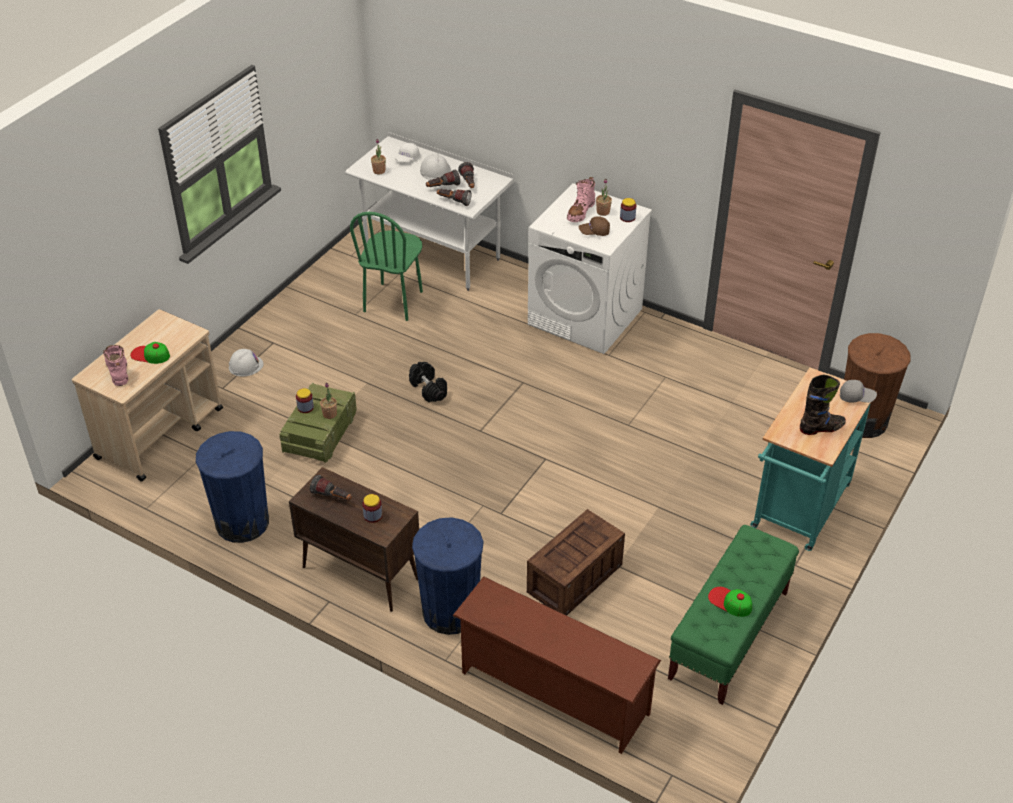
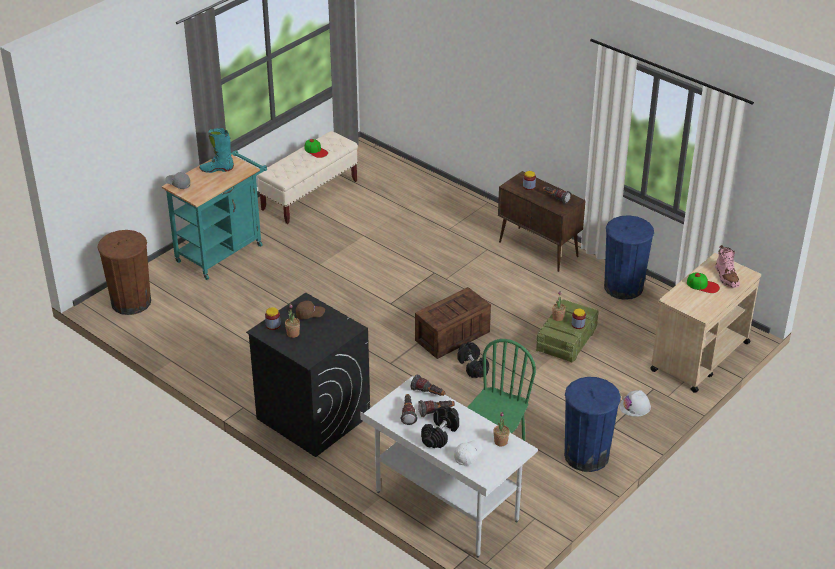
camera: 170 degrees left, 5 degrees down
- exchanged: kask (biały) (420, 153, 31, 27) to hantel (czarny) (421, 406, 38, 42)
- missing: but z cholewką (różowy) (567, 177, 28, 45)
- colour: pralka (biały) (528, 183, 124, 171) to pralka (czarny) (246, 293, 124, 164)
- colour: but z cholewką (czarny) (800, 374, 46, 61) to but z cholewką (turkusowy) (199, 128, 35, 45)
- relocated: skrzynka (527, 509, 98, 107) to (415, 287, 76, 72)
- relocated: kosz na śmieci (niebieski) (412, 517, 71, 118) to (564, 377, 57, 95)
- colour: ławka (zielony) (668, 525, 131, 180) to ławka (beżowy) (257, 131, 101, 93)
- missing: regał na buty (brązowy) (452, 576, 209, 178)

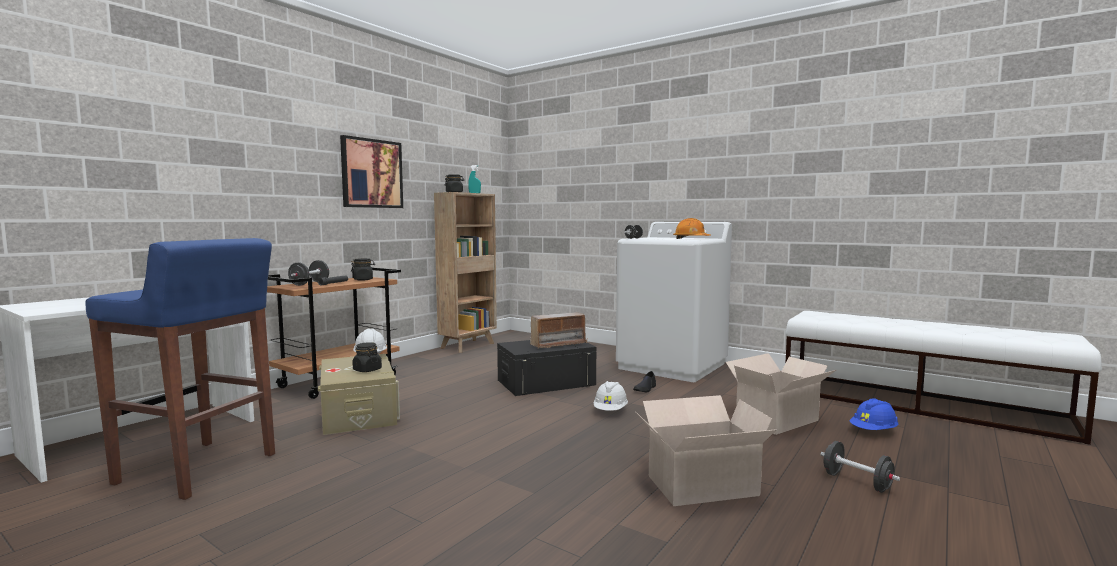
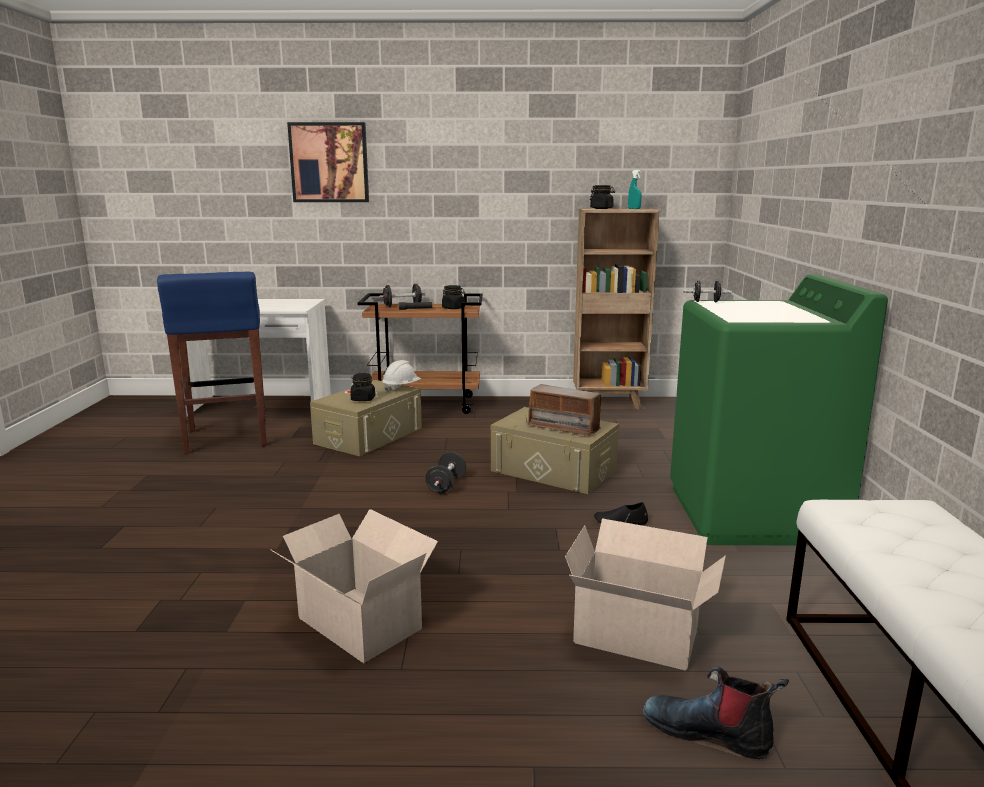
camera: 55 degrees right, 10 degrees up
- relocated: obraz (340, 135, 63, 73) to (287, 122, 82, 80)
- missing: kask (pomarańczowy) (673, 218, 38, 21)
- colour: pralka (biały) (616, 222, 116, 160) to pralka (zielony) (670, 274, 218, 272)
- colour: pojemnik do przechowywania (czarny) (497, 340, 99, 56) to pojemnik do przechowywania (beżowy) (491, 407, 128, 87)
- missing: kask (biały) (594, 381, 34, 30)
- exchanged: kask (niebieski) (849, 398, 49, 32) to but z cholewką (643, 667, 146, 92)
- relocated: hantel (czarny) (820, 441, 80, 52) to (425, 452, 41, 42)

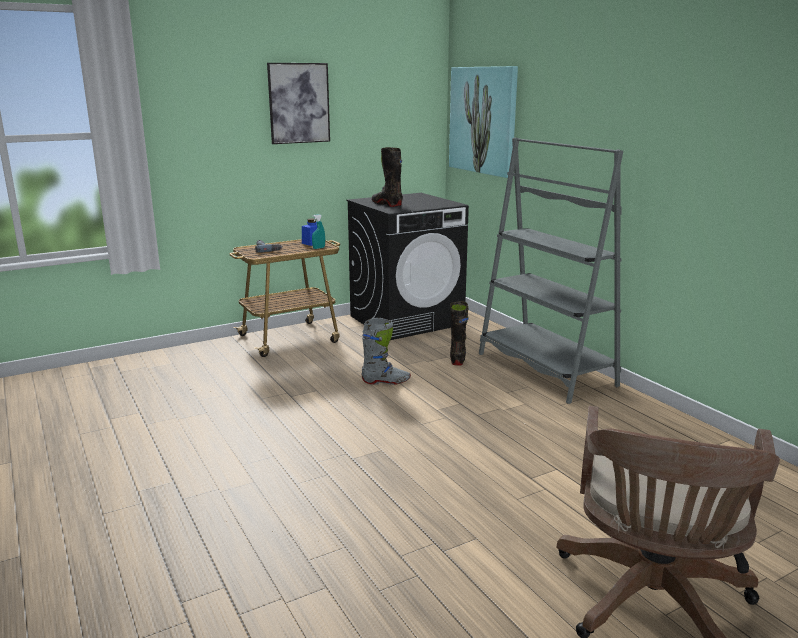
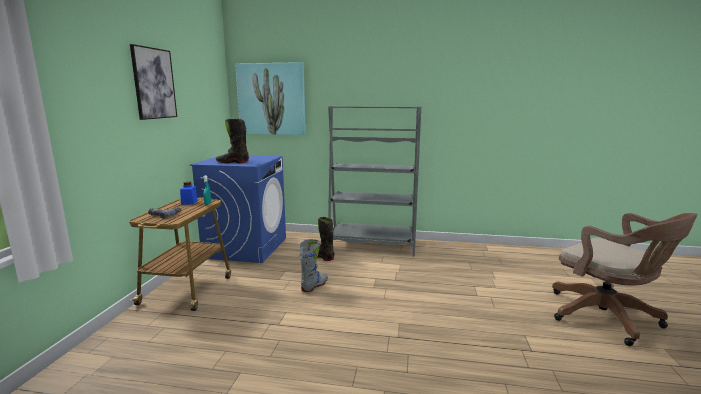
camera: 50 degrees left, 5 degrees down
- colour: pralka (czarny) (346, 193, 123, 147) to pralka (niebieski) (190, 155, 96, 108)

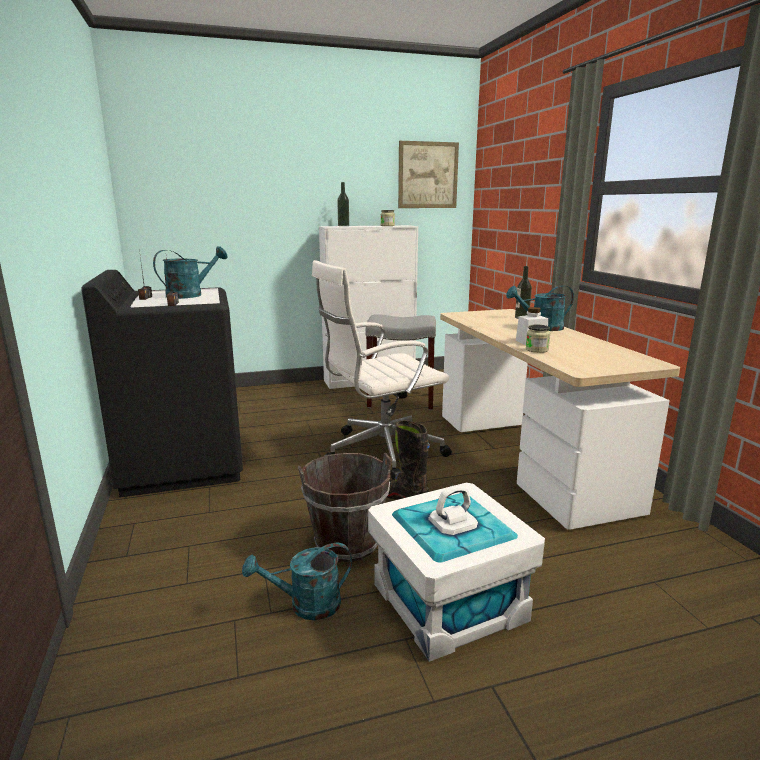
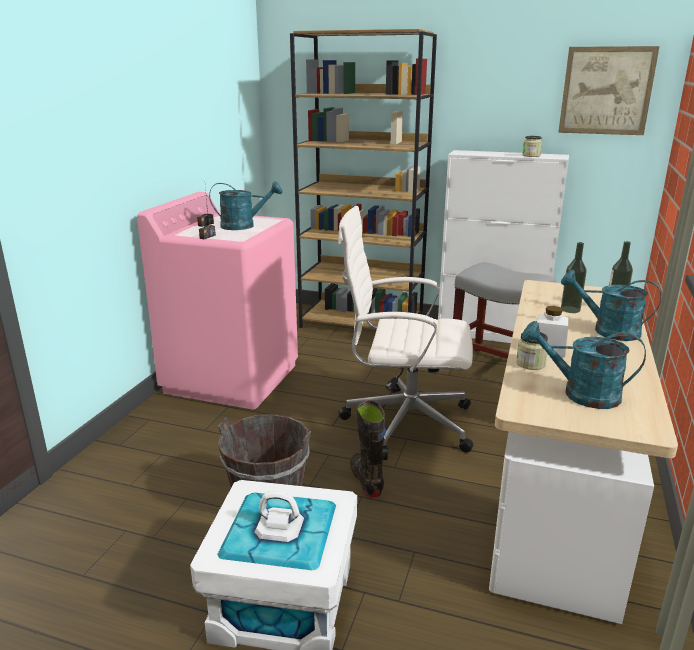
camera: 35 degrees right, 5 degrees up
- relocated: butelka (337, 182, 12, 44) to (561, 242, 26, 71)
- colour: pralka (czarny) (81, 270, 162, 227) to pralka (różowy) (137, 192, 161, 217)
- relocated: konewka (turkusowy) (242, 543, 110, 77) to (522, 321, 124, 88)
- appeared: regał (brązowy) (290, 29, 147, 300)

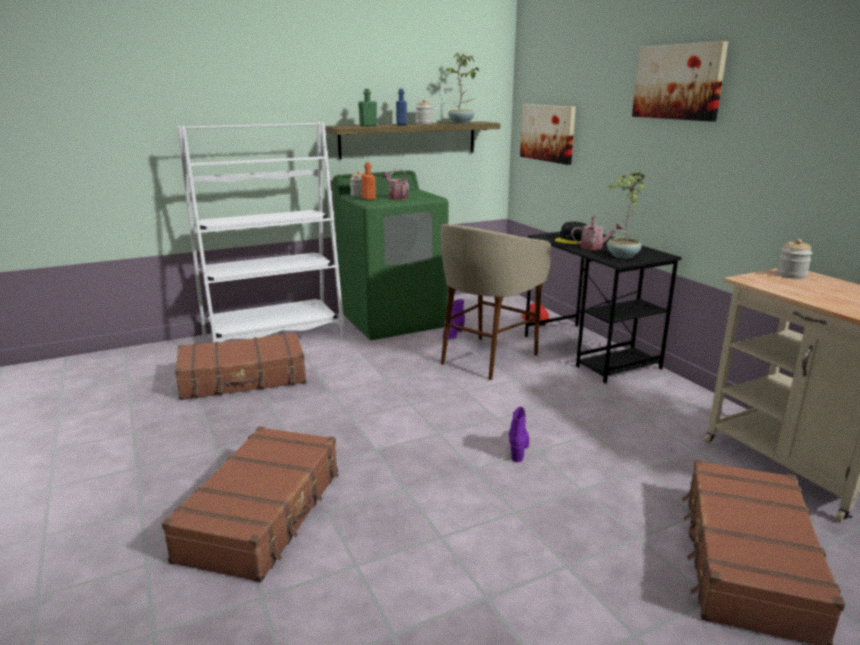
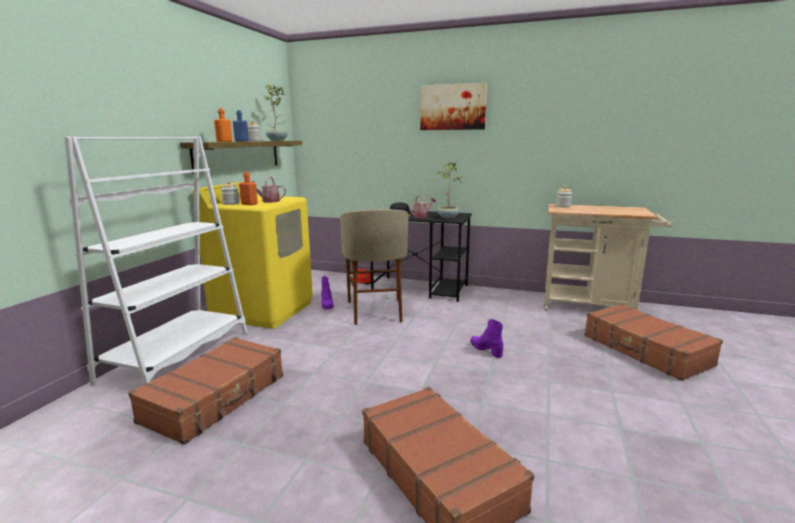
camera: 45 degrees left, 5 degrees down
- colour: butelka (zielony) (358, 89, 19, 38) to butelka (pomarańczowy) (214, 108, 18, 34)
- missing: obraz (520, 104, 56, 61)
- colour: pralka (zielony) (333, 170, 116, 170) to pralka (żółty) (193, 181, 120, 148)

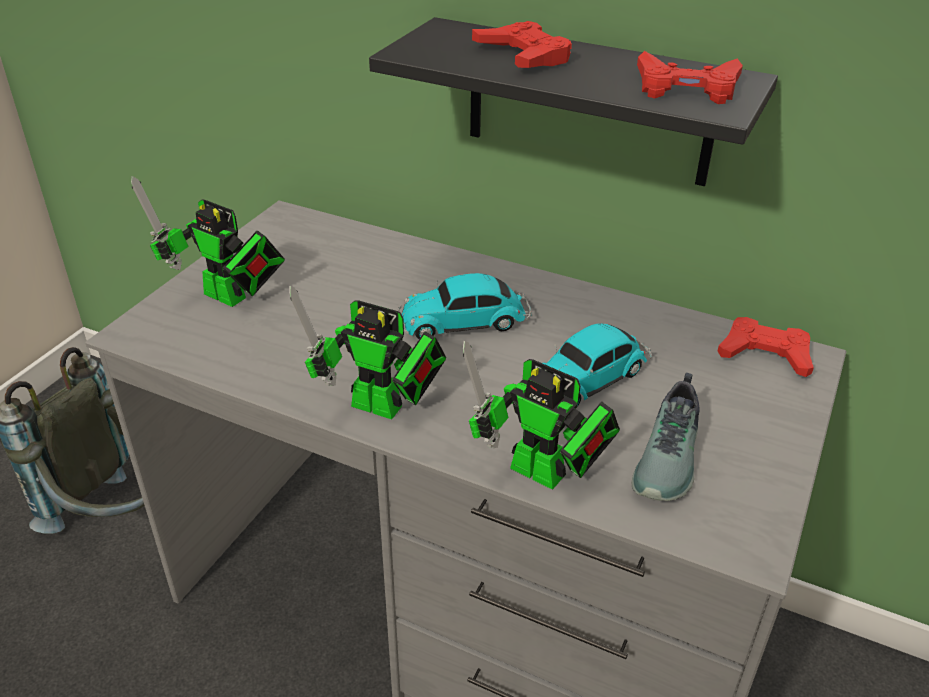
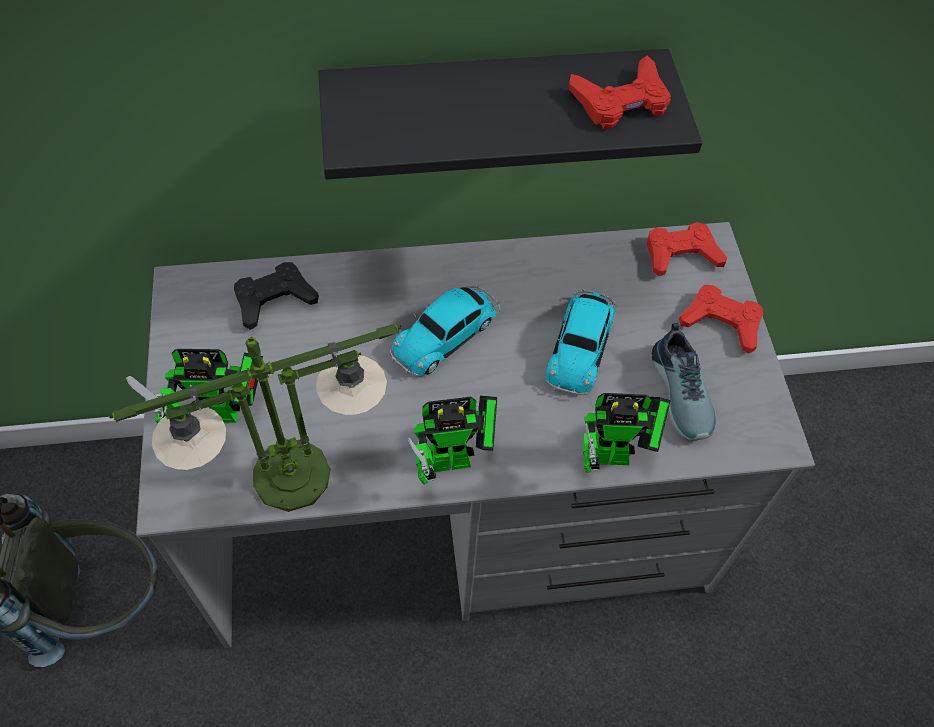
camera: 35 degrees left, 20 degrees up
- relocated: pad do gier (czerwony) (472, 21, 100, 47) to (679, 285, 84, 69)
- appeared: pad do gier (czarny) (234, 262, 85, 68)
- appeared: lampa stołowa (109, 324, 292, 188)

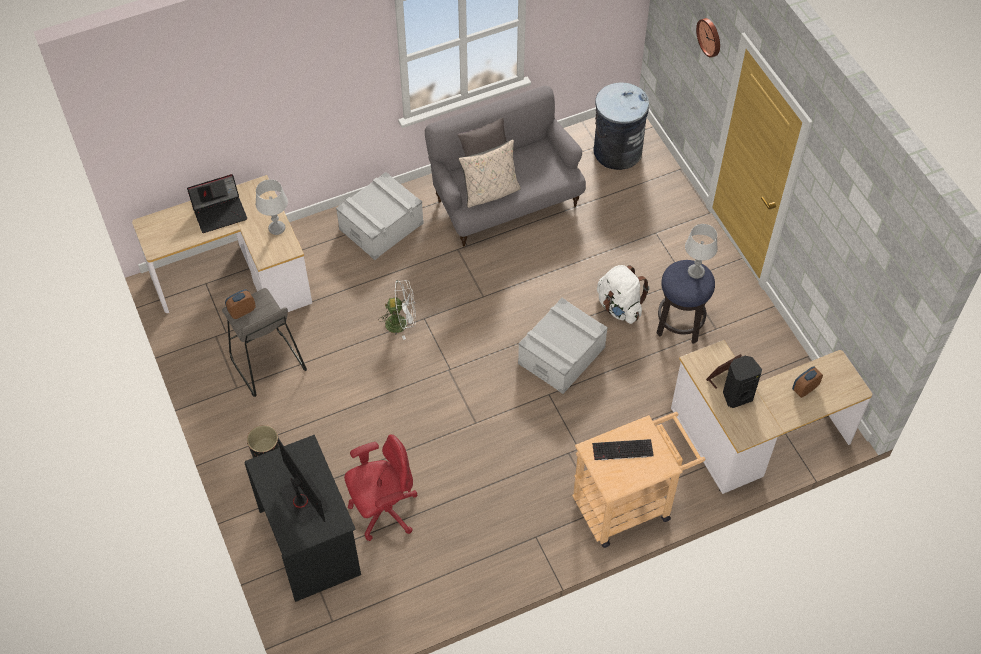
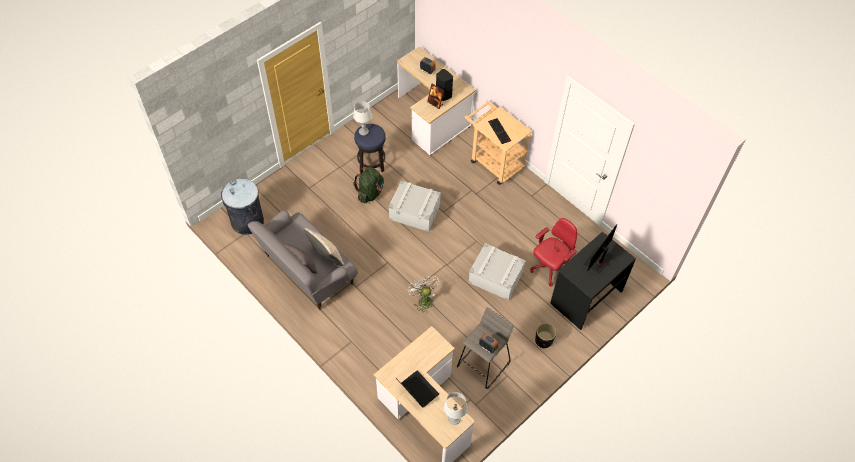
camera: 110 degrees left, 0 degrees up
- missing: zegar ścienny (696, 18, 24, 40)
- relocated: pojemnik do przechowywania (szary) (336, 172, 88, 88) to (468, 243, 58, 58)
- relocated: lampa stołowa (szary) (256, 179, 32, 56) to (444, 392, 24, 33)
- colour: plecak (biały) (597, 265, 53, 59) to plecak (zielony) (353, 167, 31, 37)
- spun: krzesło biurowe (czerwony) (344, 434, 74, 107) = (530, 218, 47, 68) 90 degrees clockwise

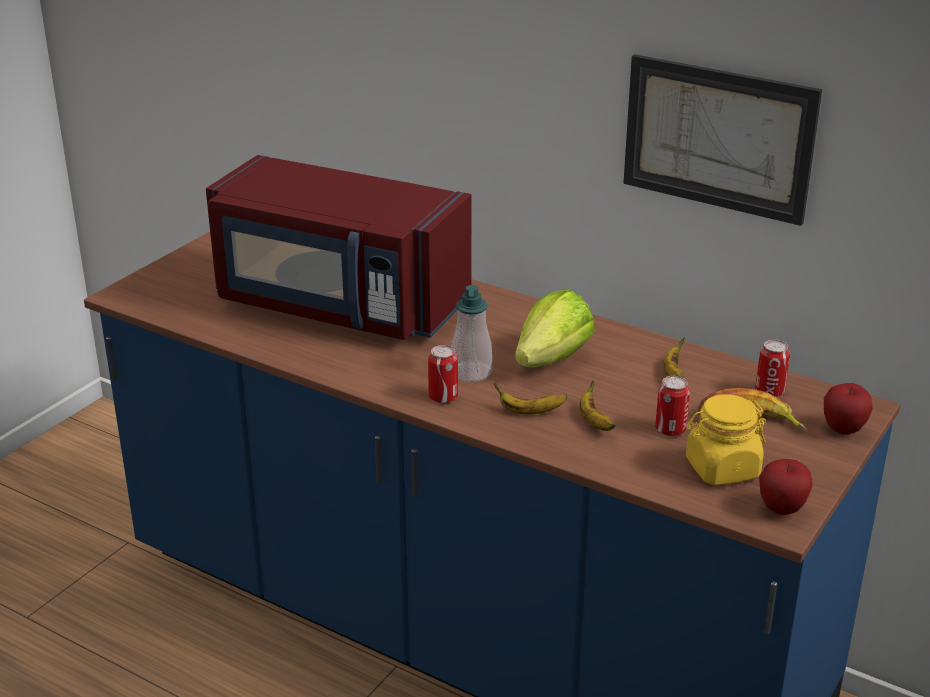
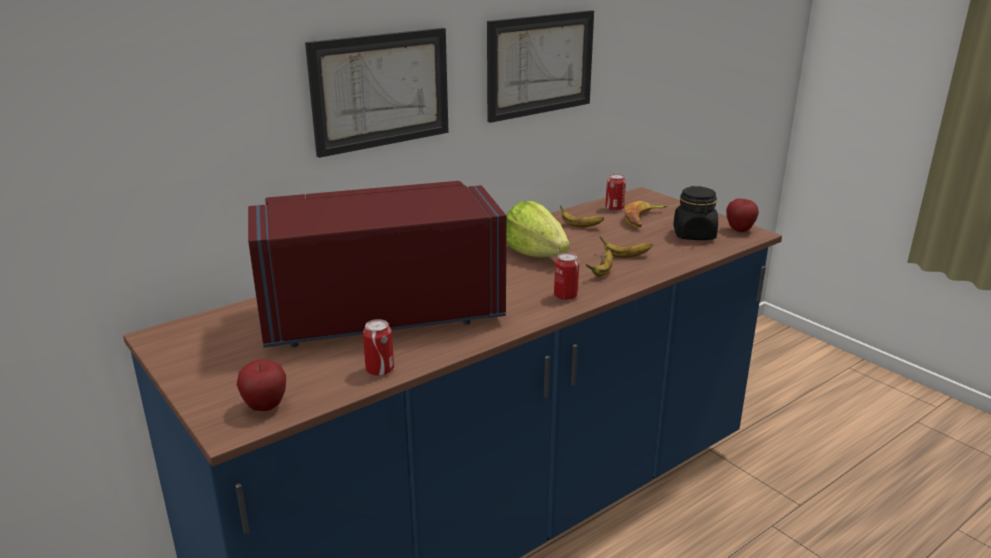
camera: 70 degrees left, 5 degrees down
- spun: mikrofalówka (czerwony) (206, 155, 265, 185) = (248, 181, 259, 167) 150 degrees counterclockwise
- missing: dozownik mydła (452, 285, 40, 97)
- relocated: puszka (655, 376, 35, 60) to (363, 319, 31, 57)
- relocated: jabłko (824, 383, 49, 52) to (237, 359, 49, 52)
- colour: słoik (żółty) (686, 394, 80, 91) to słoik (czarny) (673, 186, 45, 54)
- appeared: obraz (305, 28, 144, 130)

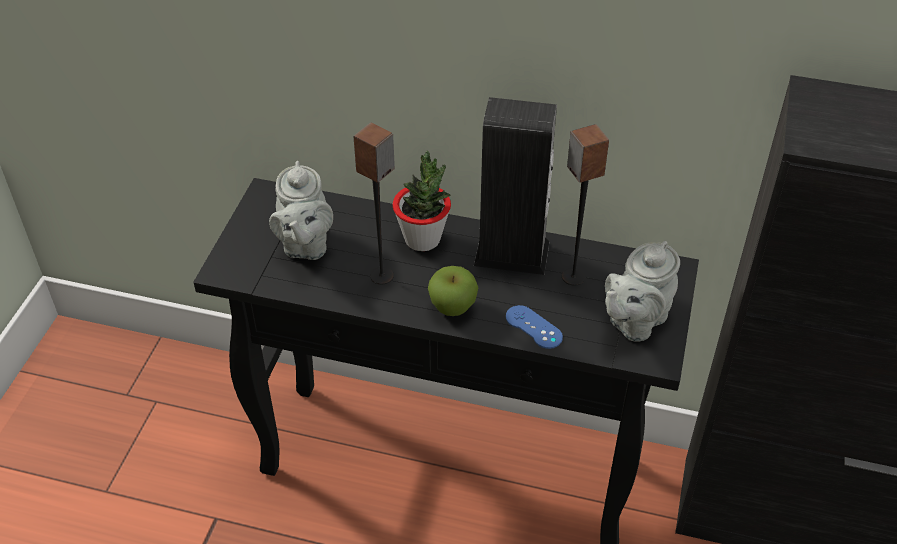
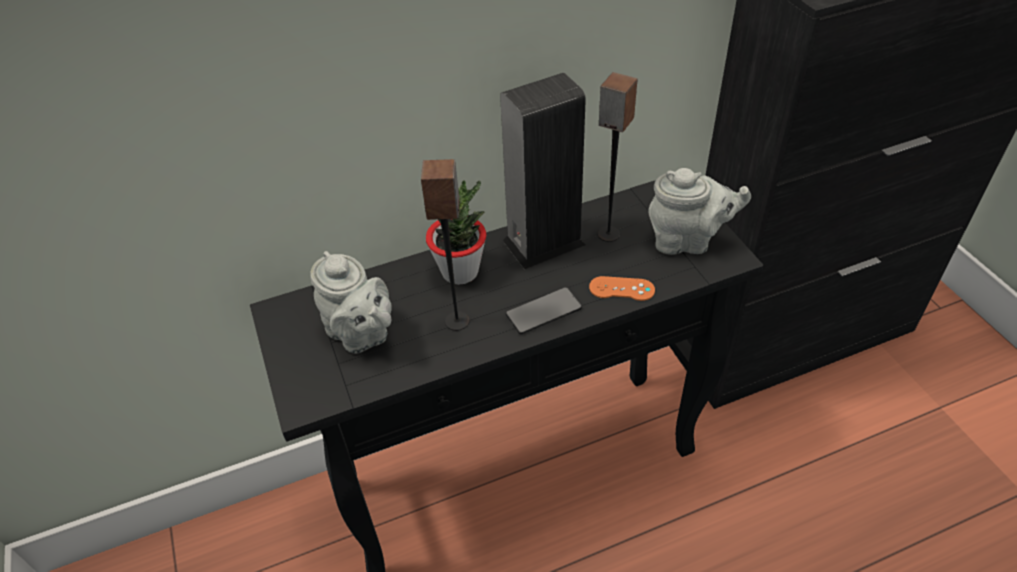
camera: 35 degrees left, 0 degrees up
- spun: imbryk (szary) (605, 241, 75, 101) = (649, 168, 102, 87) 90 degrees counterclockwise
- exchanged: jabłko (428, 266, 50, 50) to telefon (506, 287, 76, 47)
- colour: pad do gier (niebieski) (506, 305, 57, 44) to pad do gier (pomarańczowy) (589, 276, 66, 25)

